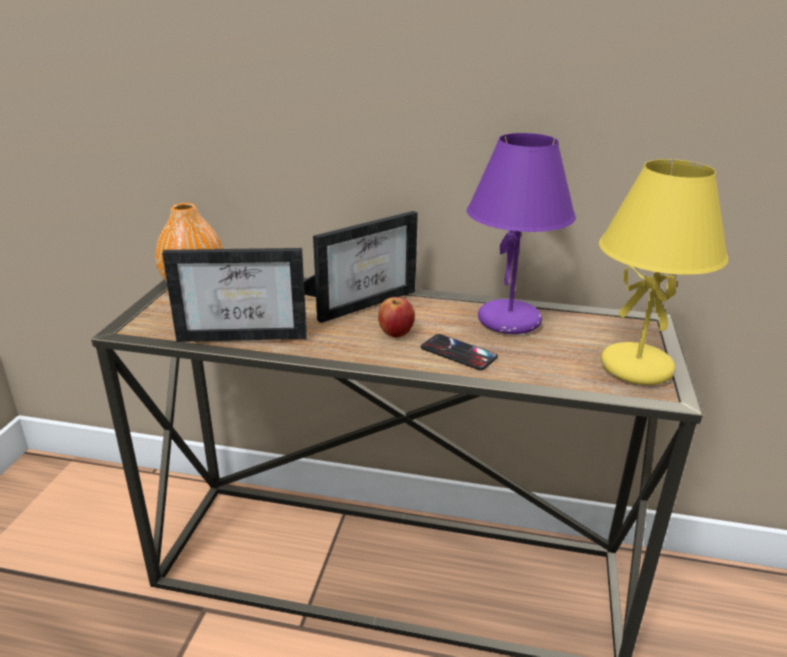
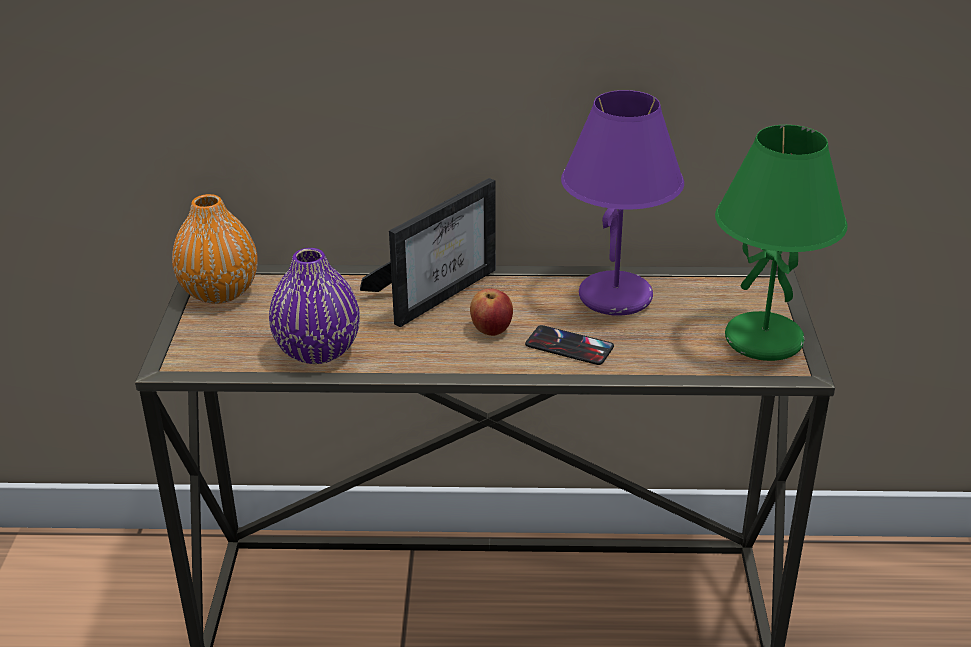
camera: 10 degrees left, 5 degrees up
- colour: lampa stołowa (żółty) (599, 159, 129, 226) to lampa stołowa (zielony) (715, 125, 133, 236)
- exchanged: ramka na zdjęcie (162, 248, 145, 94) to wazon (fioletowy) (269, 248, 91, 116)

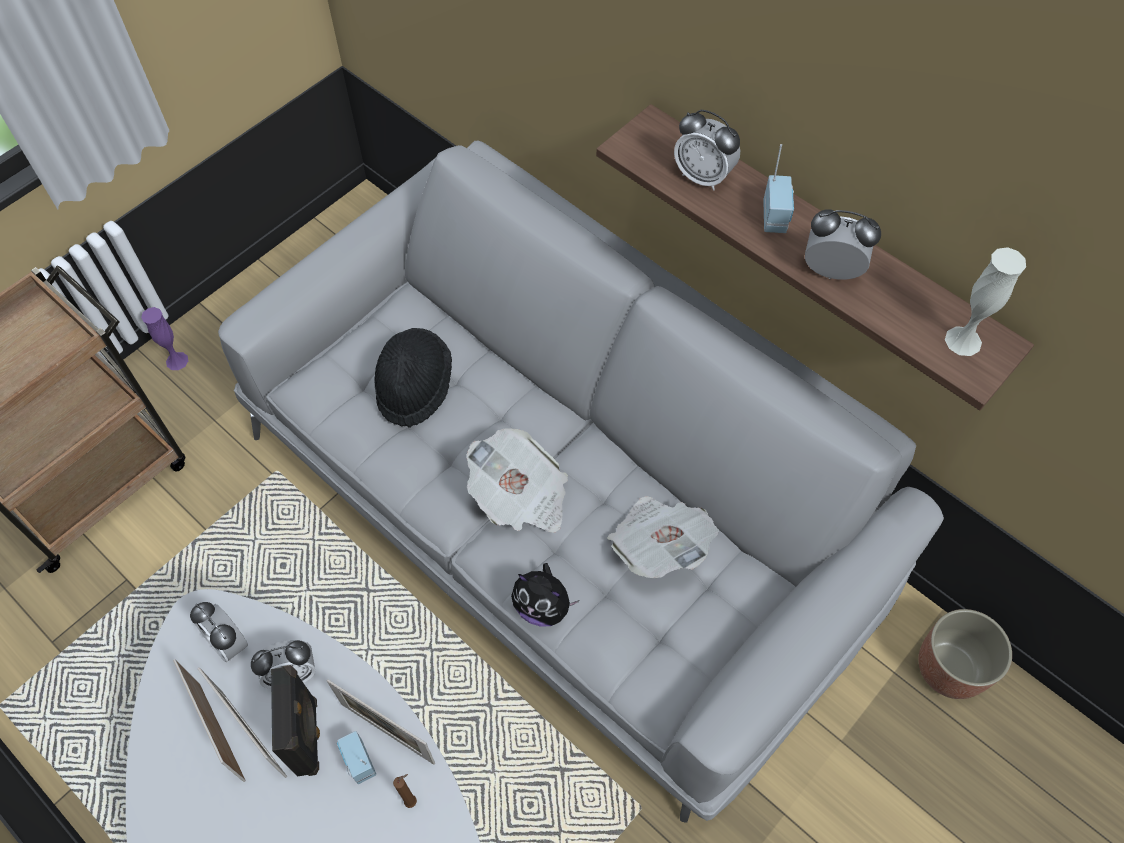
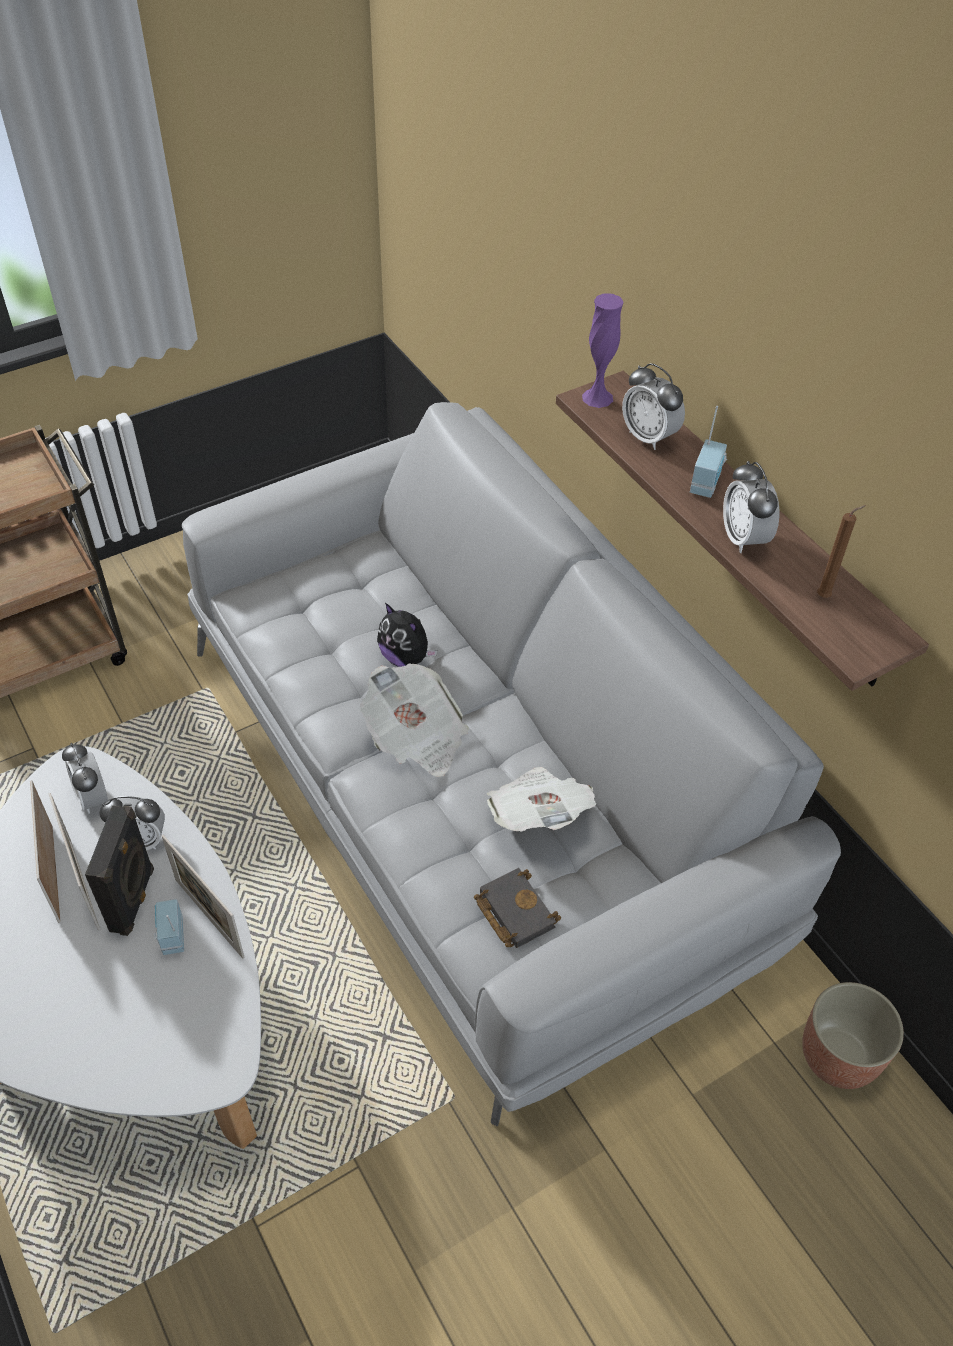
camera: 15 degrees right, 10 degrees down
- spun: budzik (805, 210, 76, 70) = (723, 461, 56, 92) 135 degrees counterclockwise
- missing: wazon (biały) (945, 247, 81, 109)
- relocated: wazon (fioletowy) (141, 307, 47, 63) to (582, 293, 41, 115)
- missing: kapelusz (czarny) (374, 328, 78, 100)
- relocated: pluszak (511, 563, 69, 64) to (377, 603, 60, 64)
- relocated: świeca (brązowy) (393, 774, 24, 34) to (817, 505, 49, 93)
- appeared: książka (czarny) (474, 868, 87, 80)

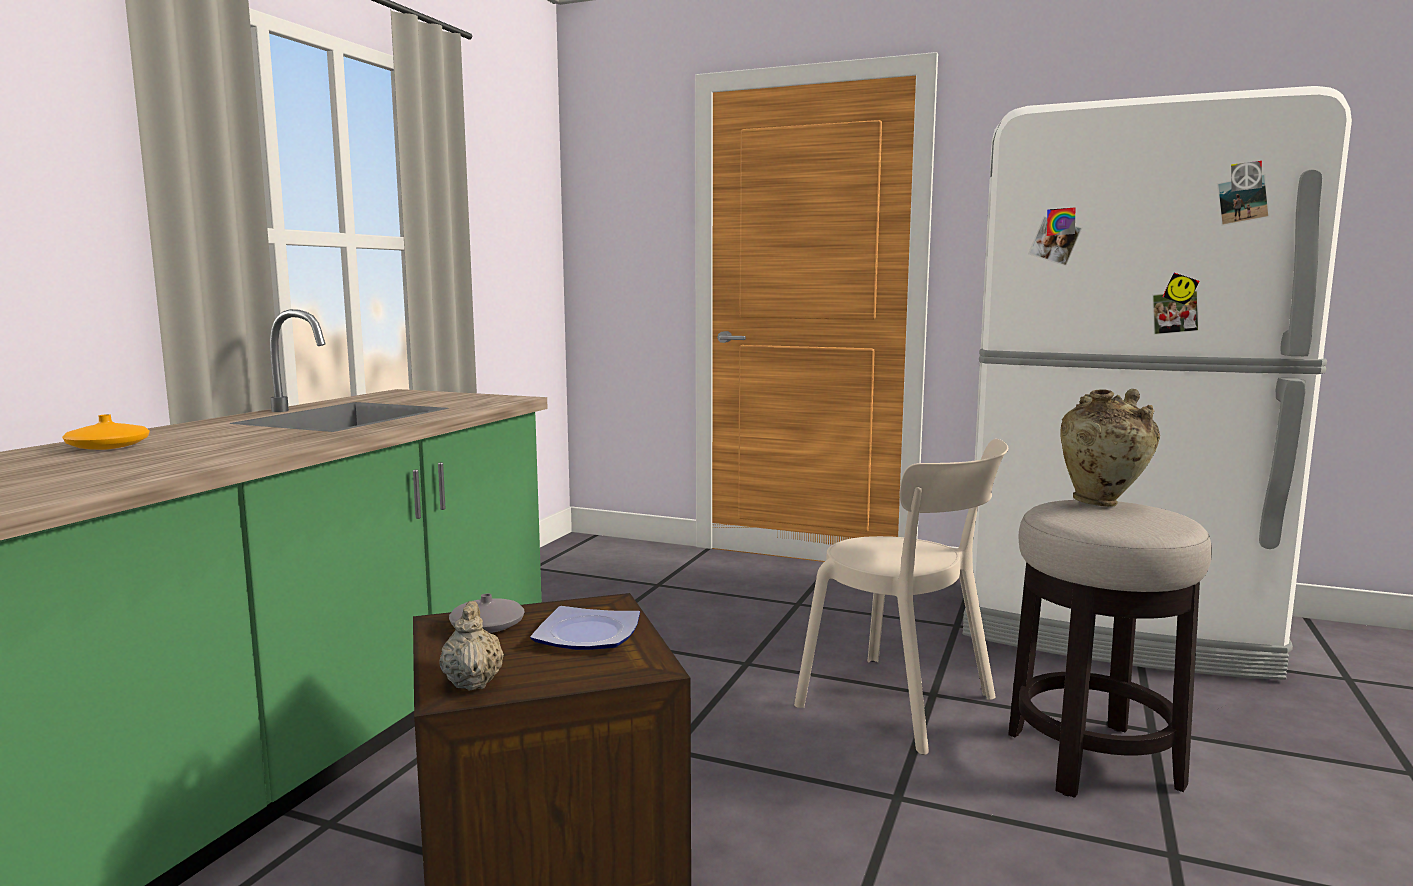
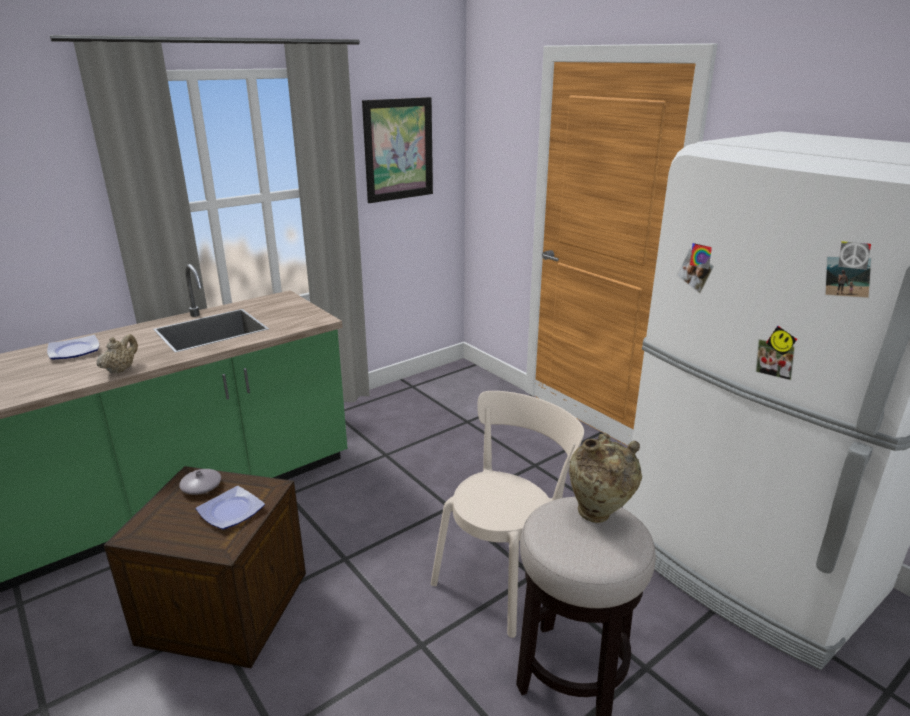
camera: 30 degrees right, 15 degrees up
- exchanged: wazon (pomarańczowy) (62, 414, 88, 36) to talerz (47, 335, 52, 25)
- spun: krzesło (beżowy) (794, 439, 214, 316) = (431, 391, 153, 247) 120 degrees counterclockwise
- relocated: imbryk (beżowy) (439, 601, 65, 90) to (96, 334, 42, 40)
- appeared: obraz (362, 97, 71, 106)

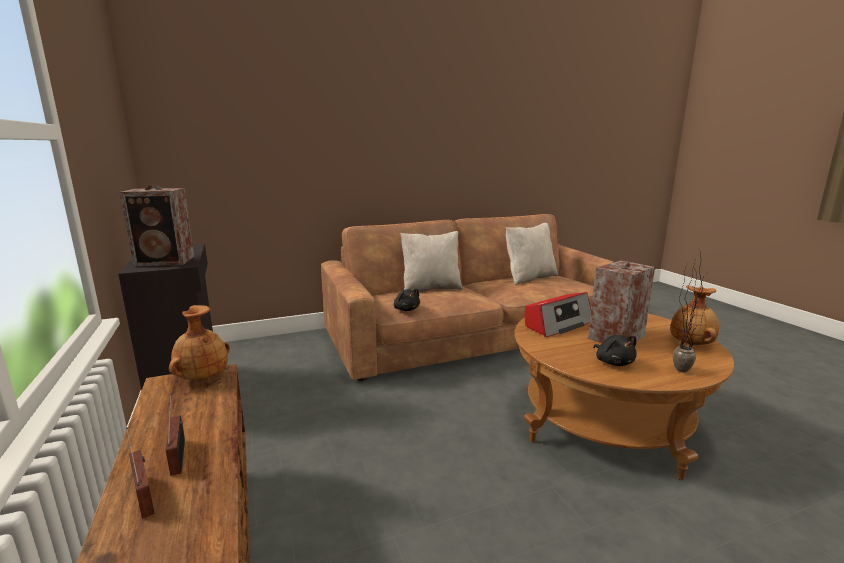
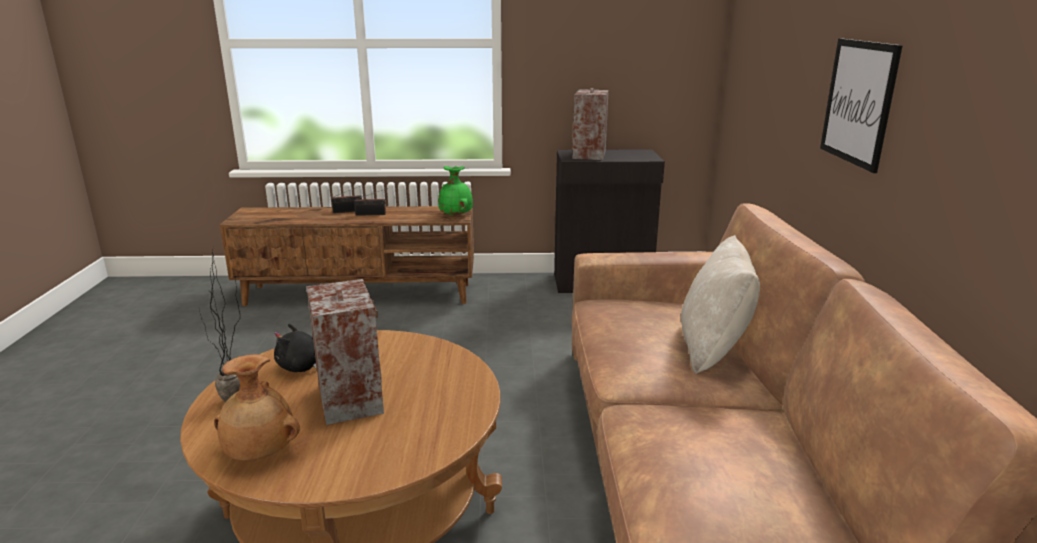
camera: 110 degrees right, 5 degrees up
- missing: poduszka (beżowy) (506, 223, 52, 62)
- missing: pluszak (czarny) (394, 289, 26, 22)
- missing: radio (525, 292, 66, 45)
- colour: wazon (brązowy) (169, 305, 61, 75) to wazon (zielony) (438, 166, 35, 50)
- appeared: obraz (820, 38, 83, 135)

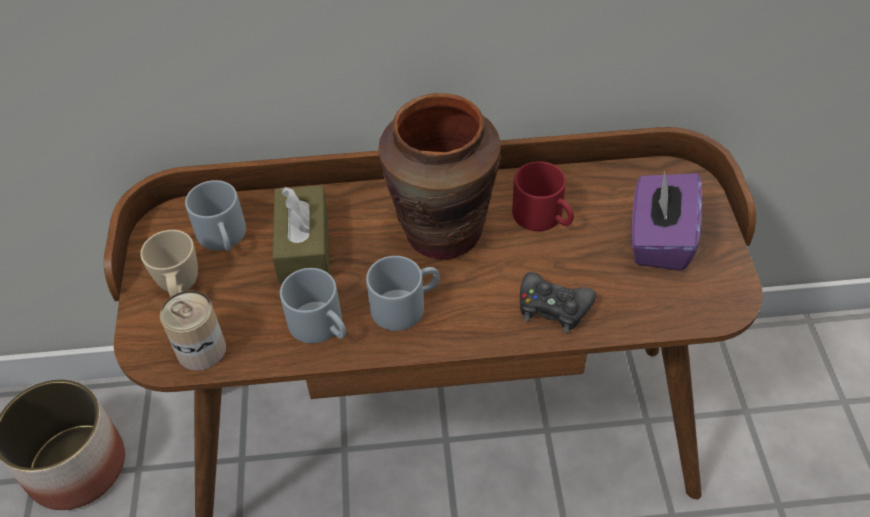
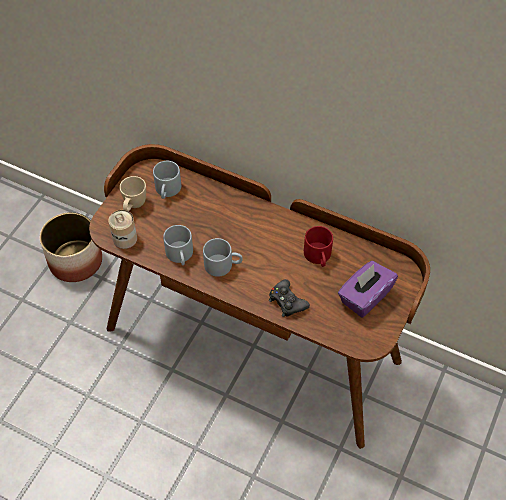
camera: 30 degrees right, 5 degrees up
- missing: wazon (brązowy) (378, 93, 124, 167)
- missing: pudełko chusteczek (brązowy) (272, 185, 57, 99)

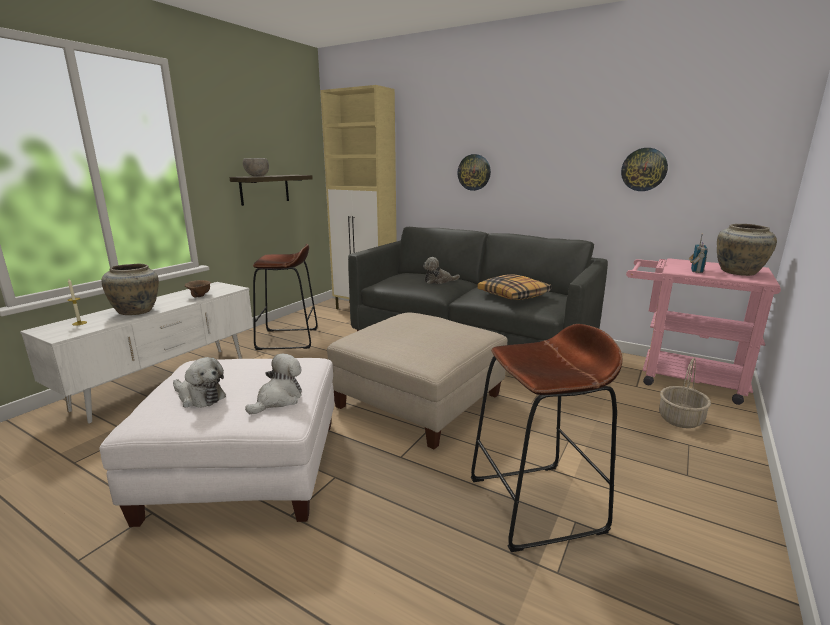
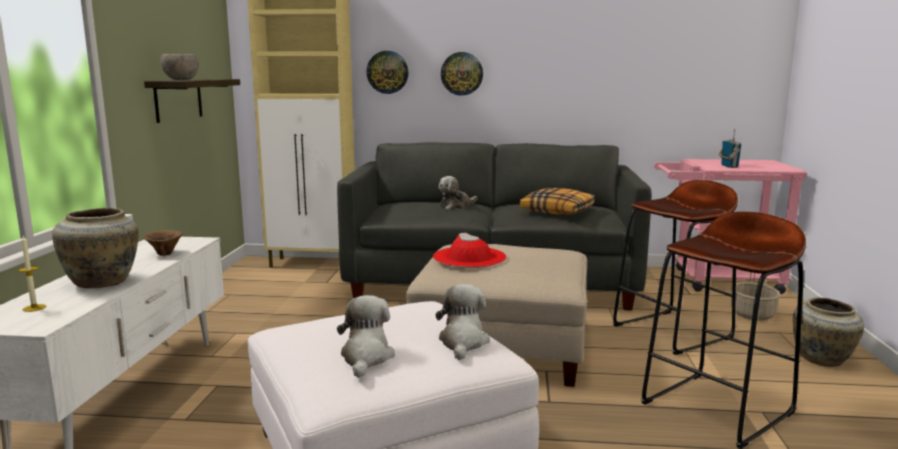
camera: 25 degrees left, 5 degrees down
- relocated: zegar ścienny (621, 148, 47, 43) to (366, 51, 43, 43)
- relocated: wazon (beżowy) (717, 224, 60, 52) to (793, 298, 71, 69)
- relocated: stołek (brązowy) (253, 244, 65, 106) to (613, 180, 125, 175)
- spun: pluszak (173, 357, 53, 51) = (337, 295, 58, 83) 90 degrees counterclockwise
- appeared: kapelusz (czerwony) (433, 232, 74, 36)

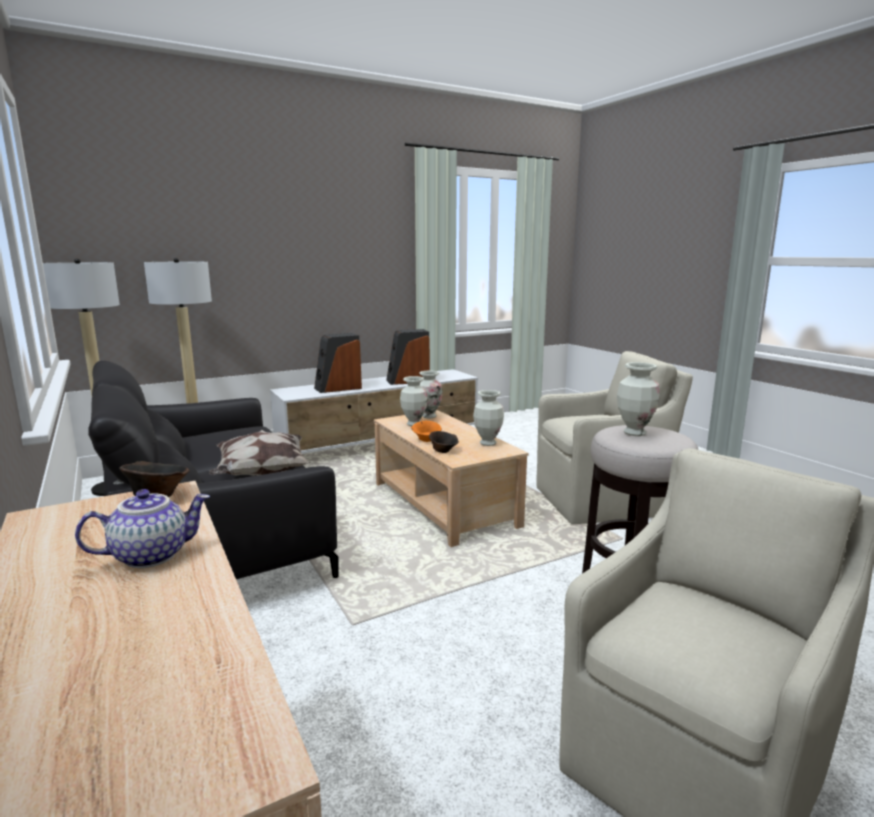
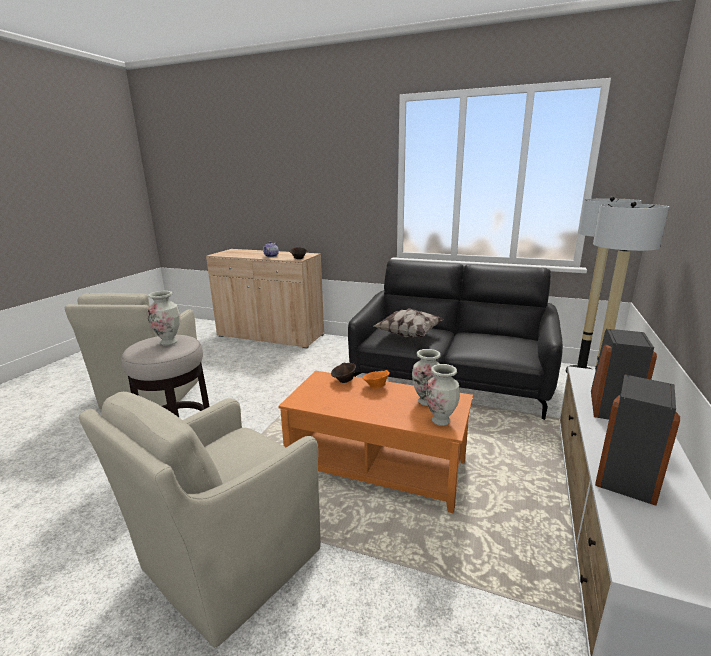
camera: 140 degrees right, 5 degrees up
- missing: wazon (473, 390, 31, 56)
- colour: ława (beżowy) (374, 410, 155, 137) to ława (pomarańczowy) (278, 371, 195, 142)

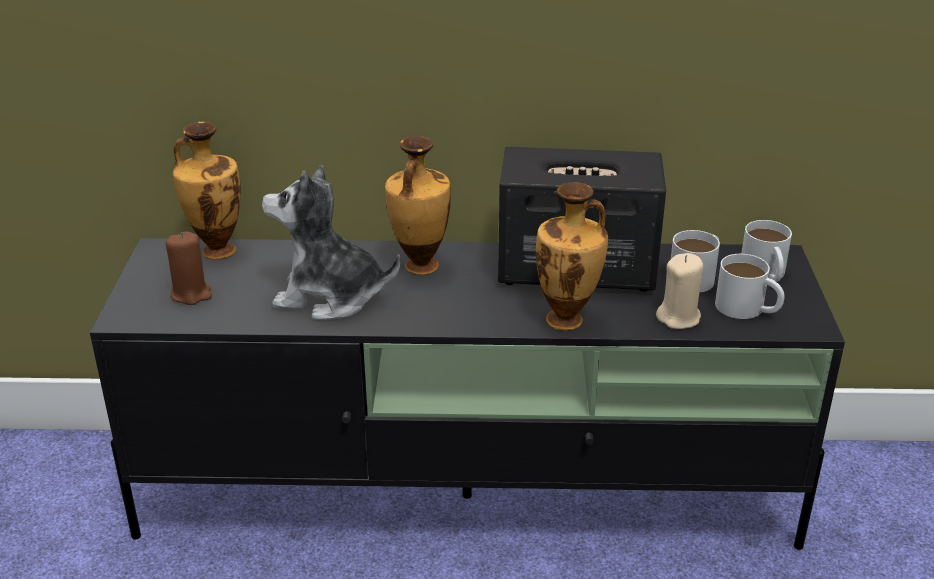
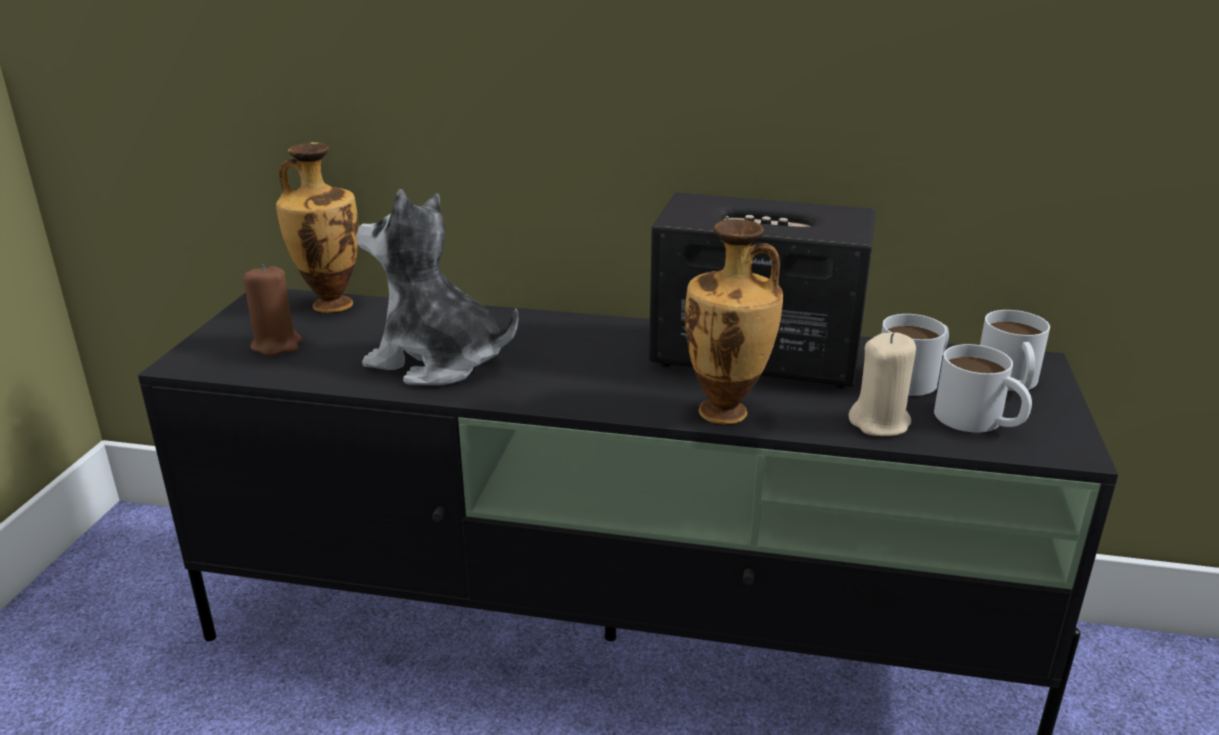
camera: 10 degrees right, 5 degrees down
- missing: wazon (385, 136, 66, 139)

